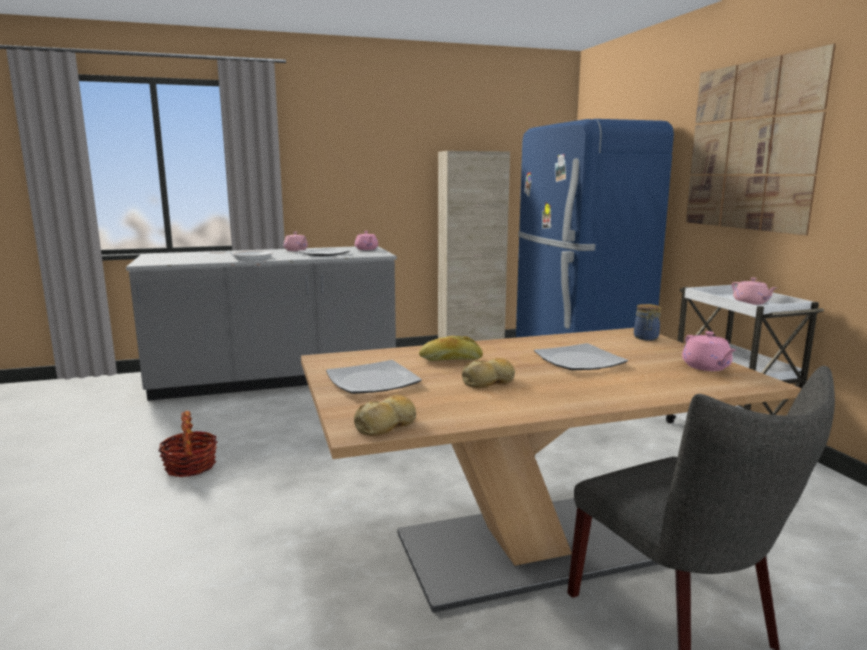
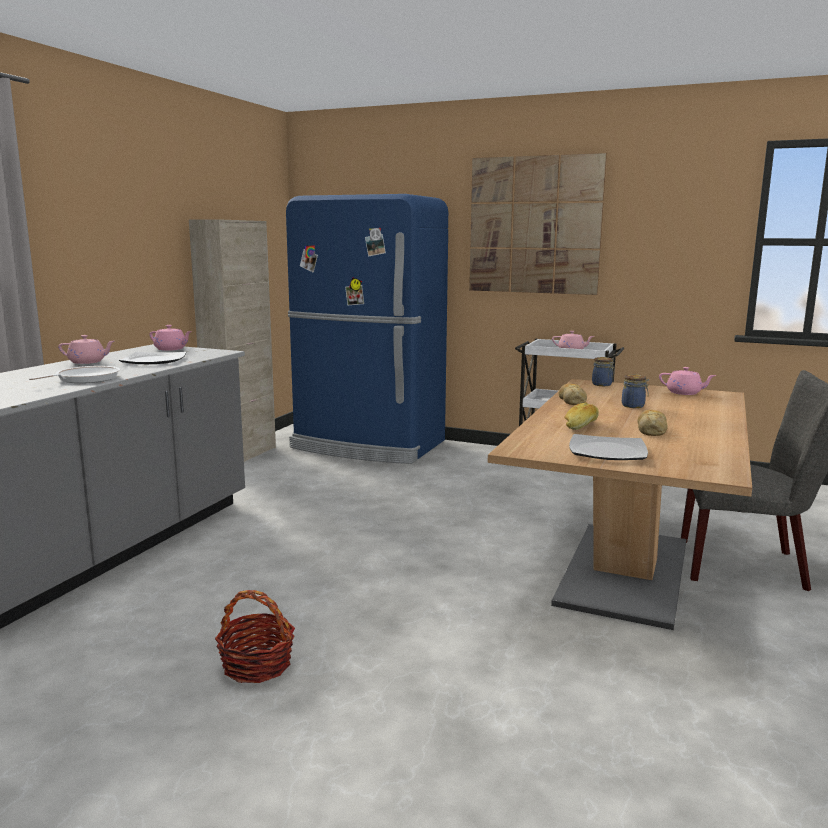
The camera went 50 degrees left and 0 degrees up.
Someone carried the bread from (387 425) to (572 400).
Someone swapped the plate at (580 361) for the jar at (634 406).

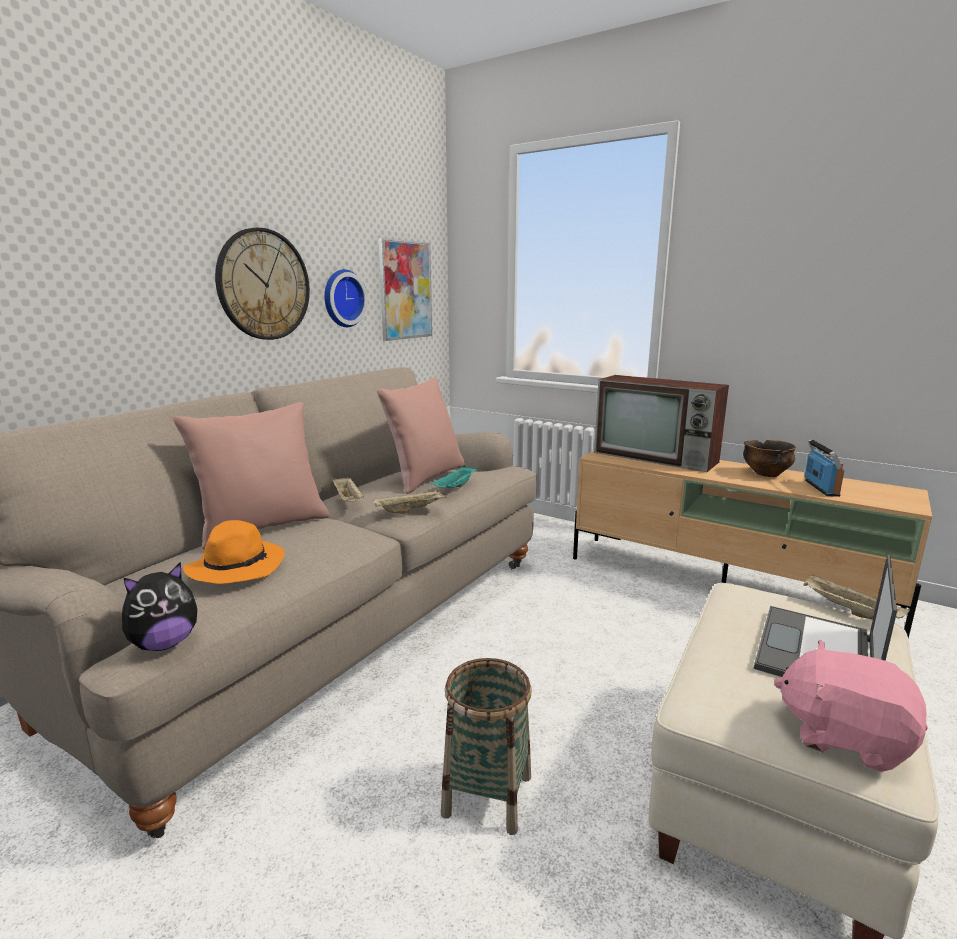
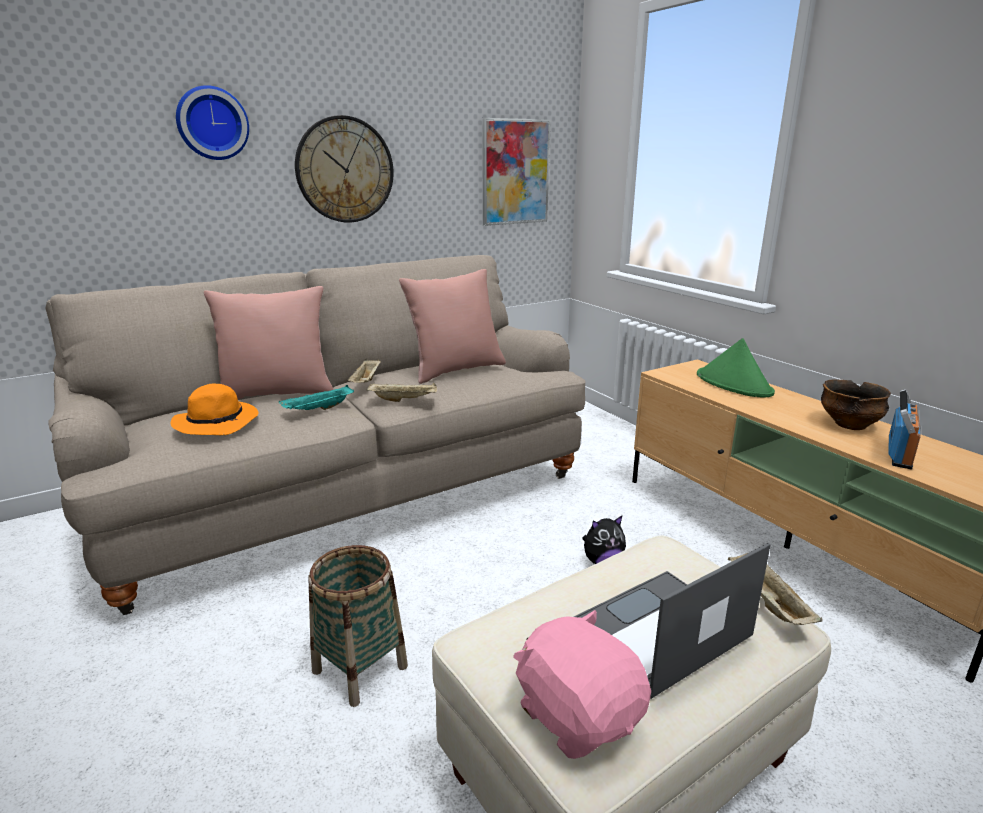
The camera went 25 degrees right and 5 degrees up.
Someone carried the plush toy from (164 644) to (602 561).
Someone carried the wall clock from (342 298) to (212 123).
Someone carried the turquoise tray from (455 488) to (318 410).
Someone swapped the television at (657 457) for the green hat at (734 384).

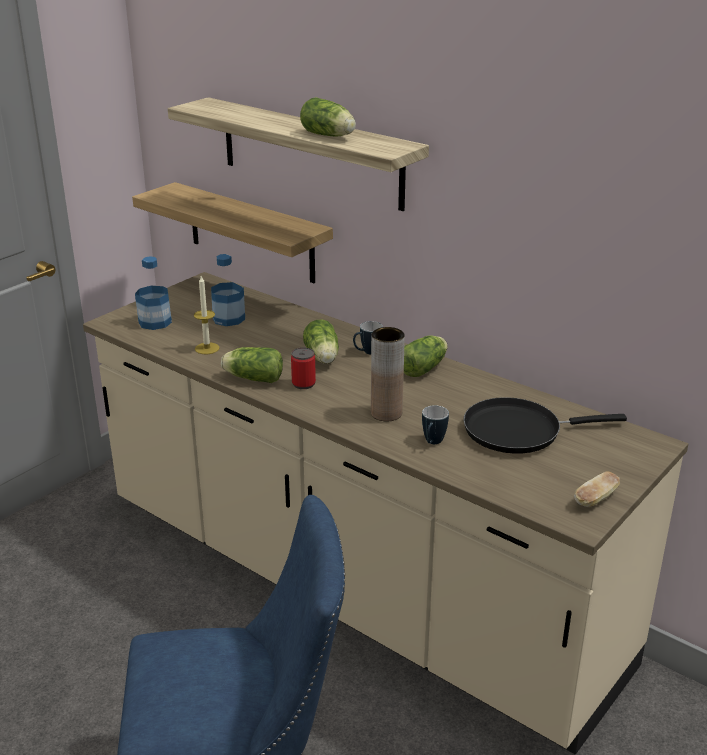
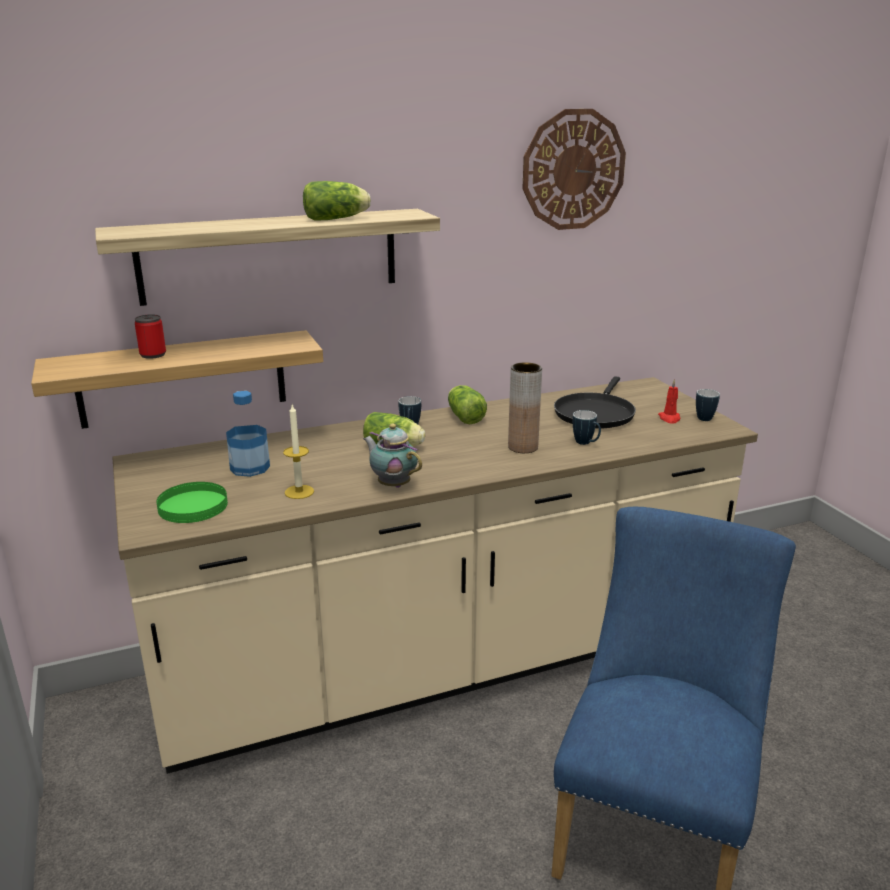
The camera went 60 degrees left and 5 degrees down.
Someone put up the wall clock at (573 170).
Someone put down the red candle at (669 418).
Someone carried the can from (303 384) to (153 355).
Someone swapped the bottle at (155 322) for the green plate at (193 506).
Someone swapped the lettuce at (252 378) for the teapot at (392 484).
Someone swapped the bread at (595 499) for the mug at (703 417).

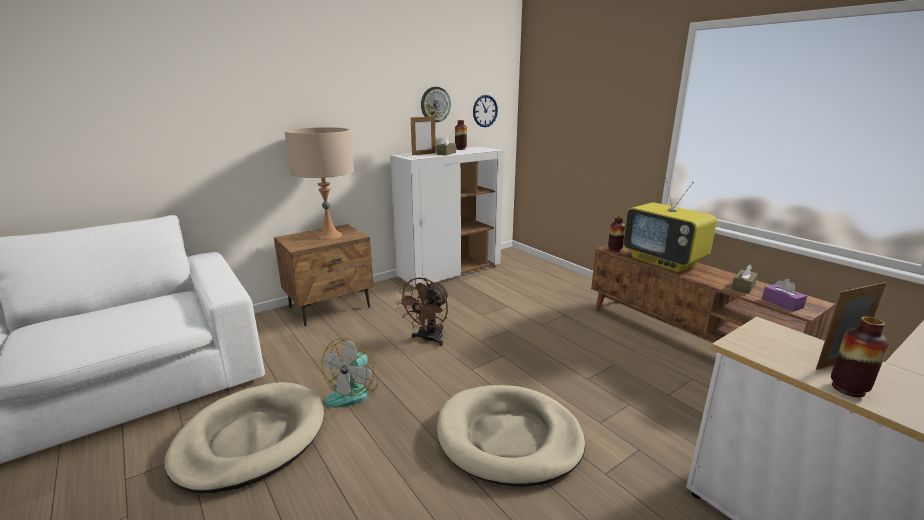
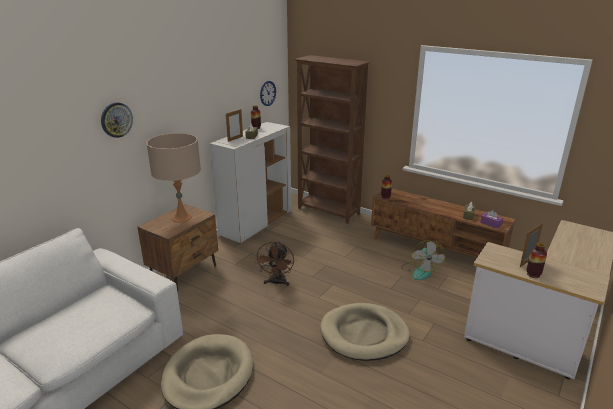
The camera went 20 degrees left and 5 degrees up.
Someone took away the television at (664 261).
Someone put down the brown bookcase at (328 211).
Someone carried the fan from (353 391) to (420 271).
Someone carried the wall clock from (435 104) to (116 120).

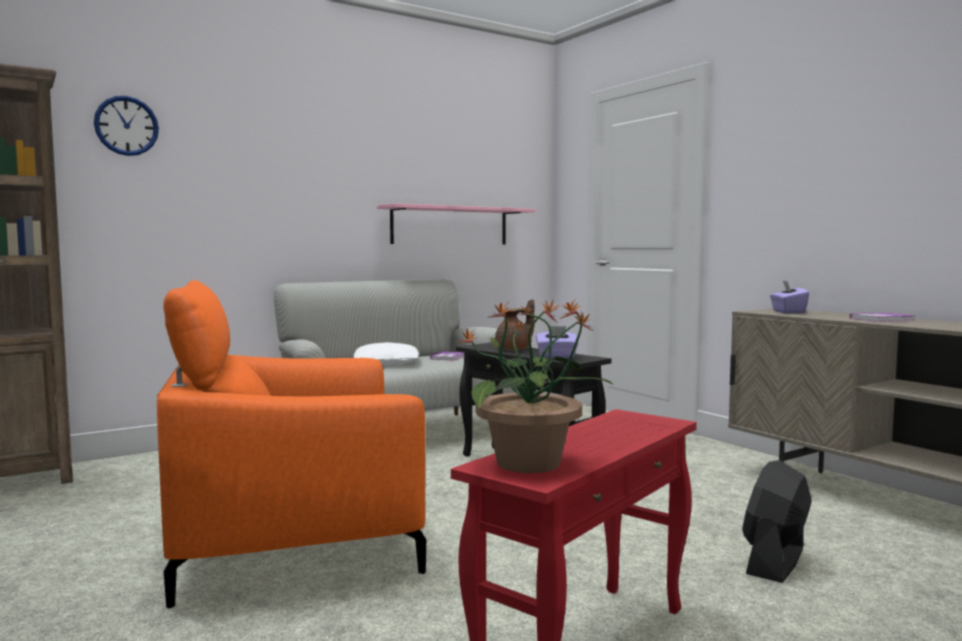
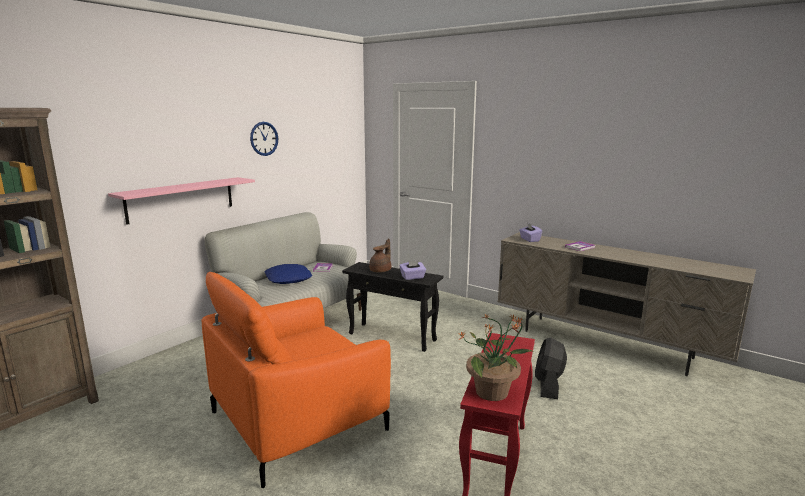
The camera went 20 degrees left and 10 degrees up.
Someone carried the wall clock from (126 126) to (264 138).
Someone carried the pink shelf from (450 226) to (181 199).
Someone repainted the white pillow at (387 363), which became the blue pillow at (288 279).

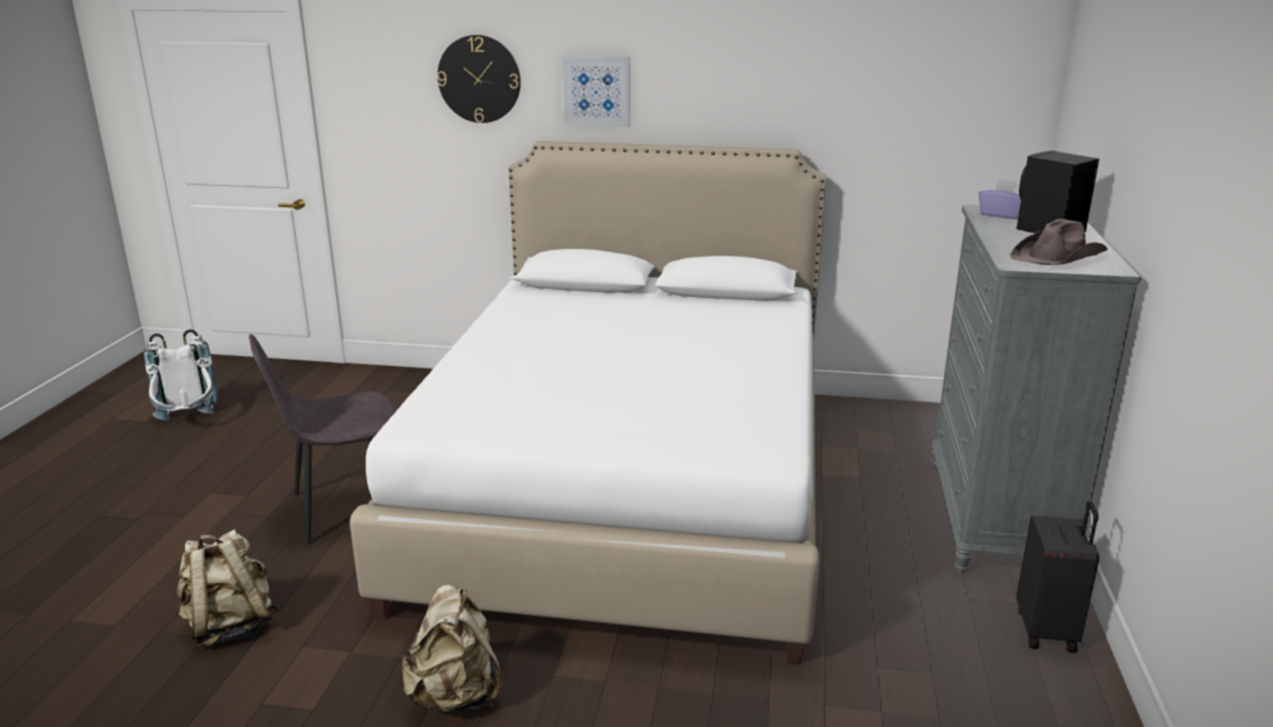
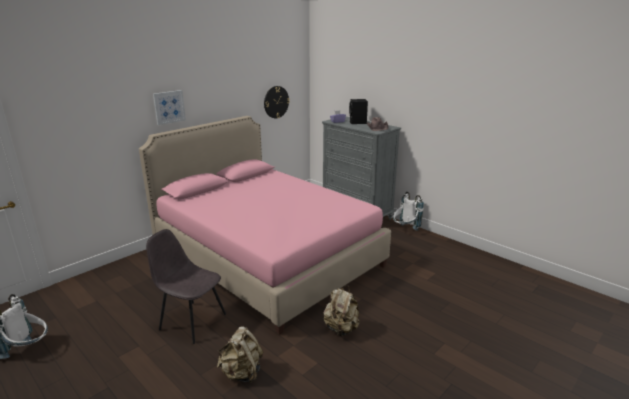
The camera went 55 degrees left and 0 degrees up.
Someone carried the wall clock from (479 79) to (276 102).
Someone swapped the black suitcase at (1047 630) for the white backpack at (405 230).
Someone repainted the white bed at (629 487), which became the pink bed at (267 256).
Someone rotated the grey chair at (343 509) by 105 degrees clockwise.

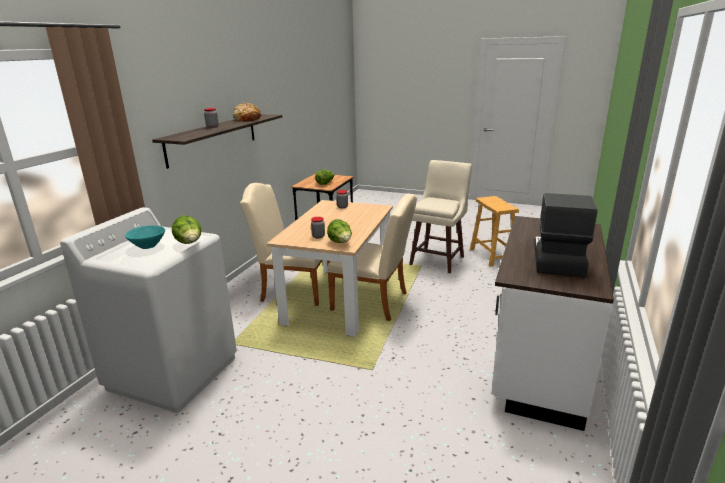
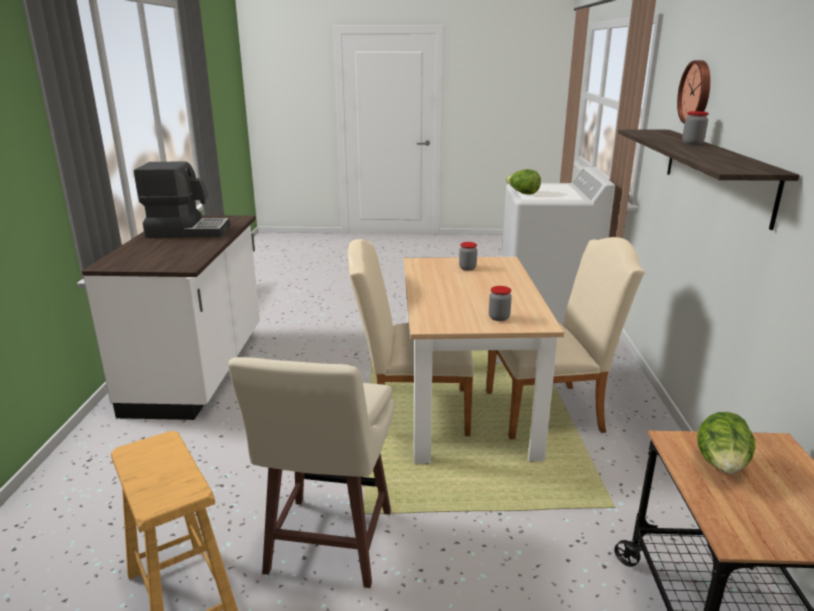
The camera went 160 degrees right and 0 degrees up.
Someone took away the turquoise bowl at (148 246).
Someone took away the bread at (247 119).
Someone took away the lettuce at (340 243).
Someone put up the wall clock at (696 92).
Someone rotated the coffee machine at (556 259) by 90 degrees counterclockwise.

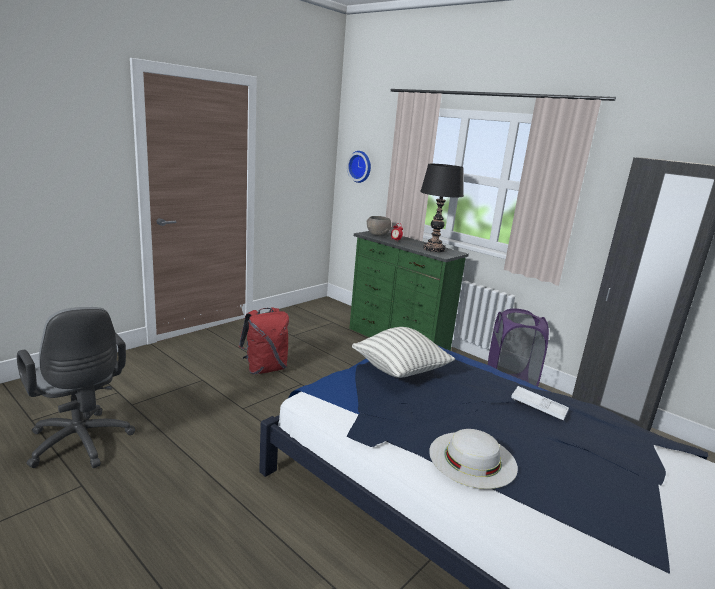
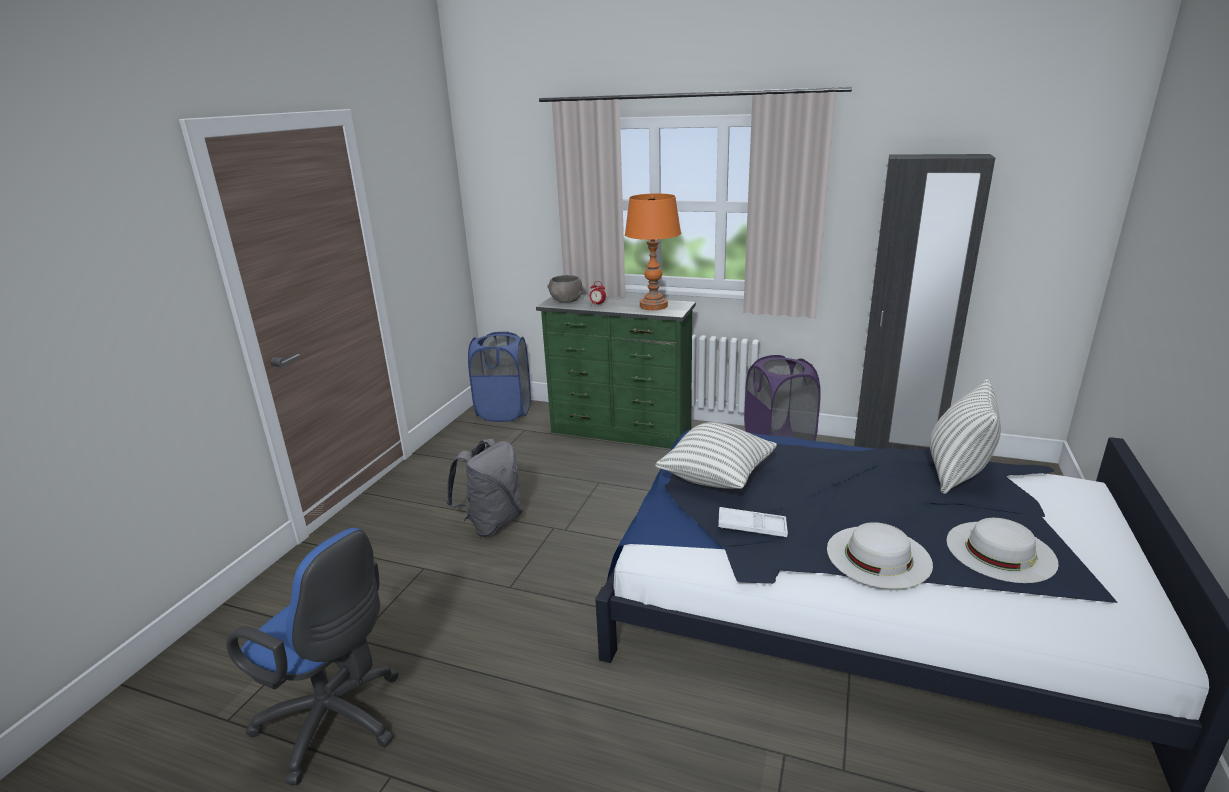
The camera went 20 degrees left and 5 degrees up.
Someone took away the wall clock at (360 166).
Someone put down the blue laundry basket at (504 412).
Someone put down the pillow at (956 473).
Someone put down the white hat at (1000 551).
Someone carried the white tray from (538 406) to (752 527).
Someone repainted the grey office chair at (81 444), which became the blue office chair at (337 722).
Someone repainted the red backpack at (265 368), which became the grey backpack at (492 523).
Someone repainted the black table lamp at (434 249), which became the orange table lamp at (653 306).

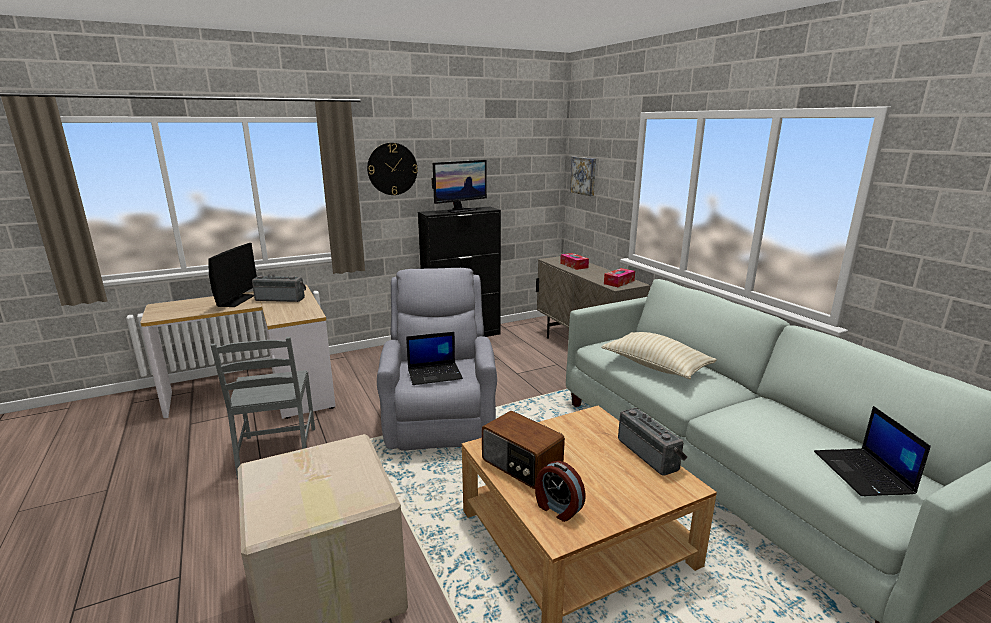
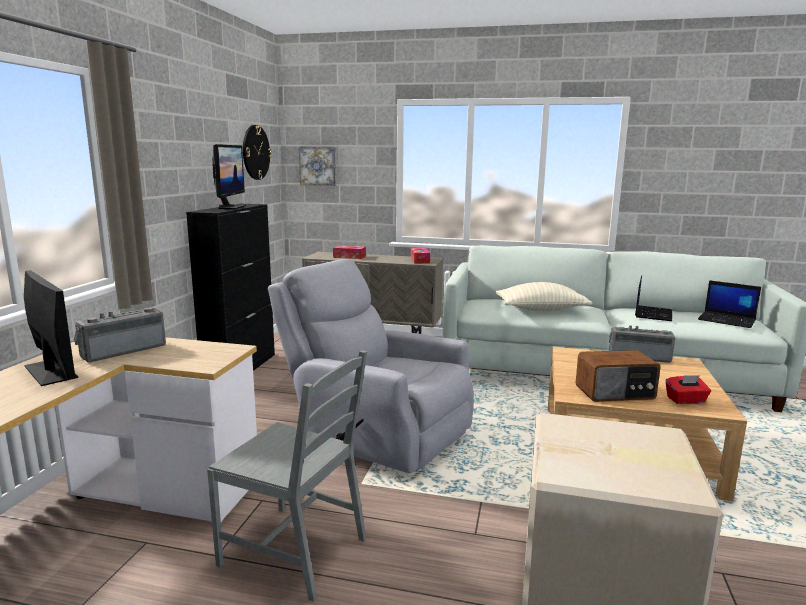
The camera went 50 degrees left and 5 degrees down.
Someone carried the wall clock from (392 169) to (255 152).
Someone carried the laptop from (435 374) to (652 313).
Someone swapped the alarm clock at (557 508) for the red tissue box at (686 400).

